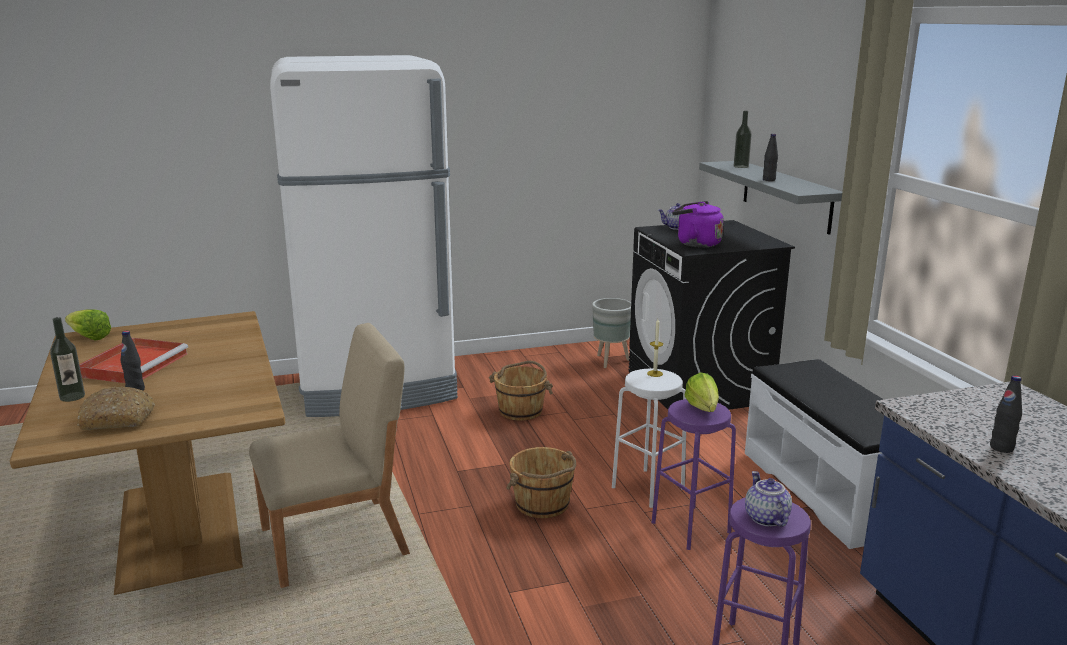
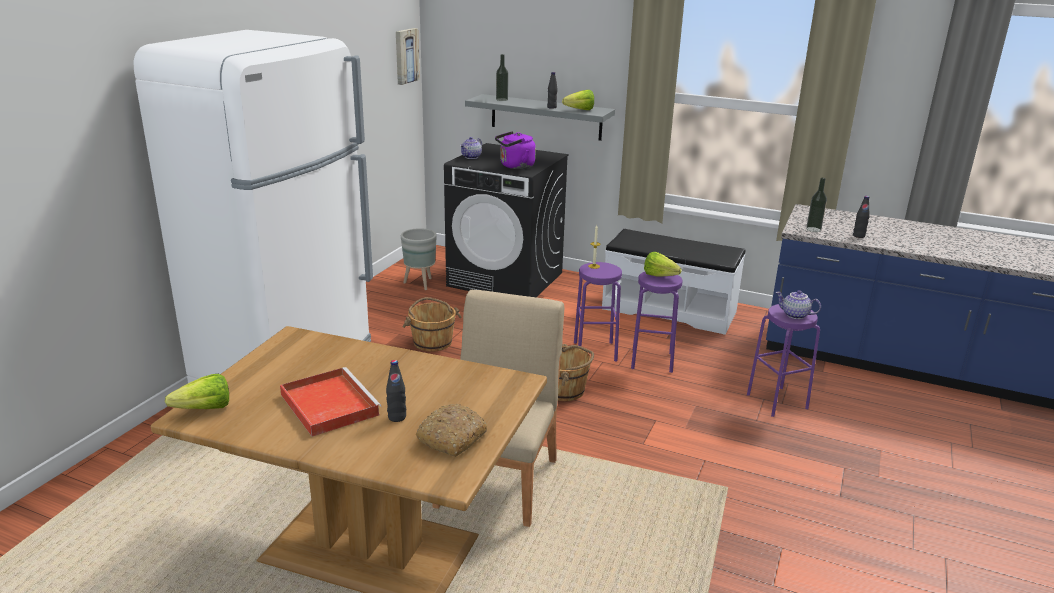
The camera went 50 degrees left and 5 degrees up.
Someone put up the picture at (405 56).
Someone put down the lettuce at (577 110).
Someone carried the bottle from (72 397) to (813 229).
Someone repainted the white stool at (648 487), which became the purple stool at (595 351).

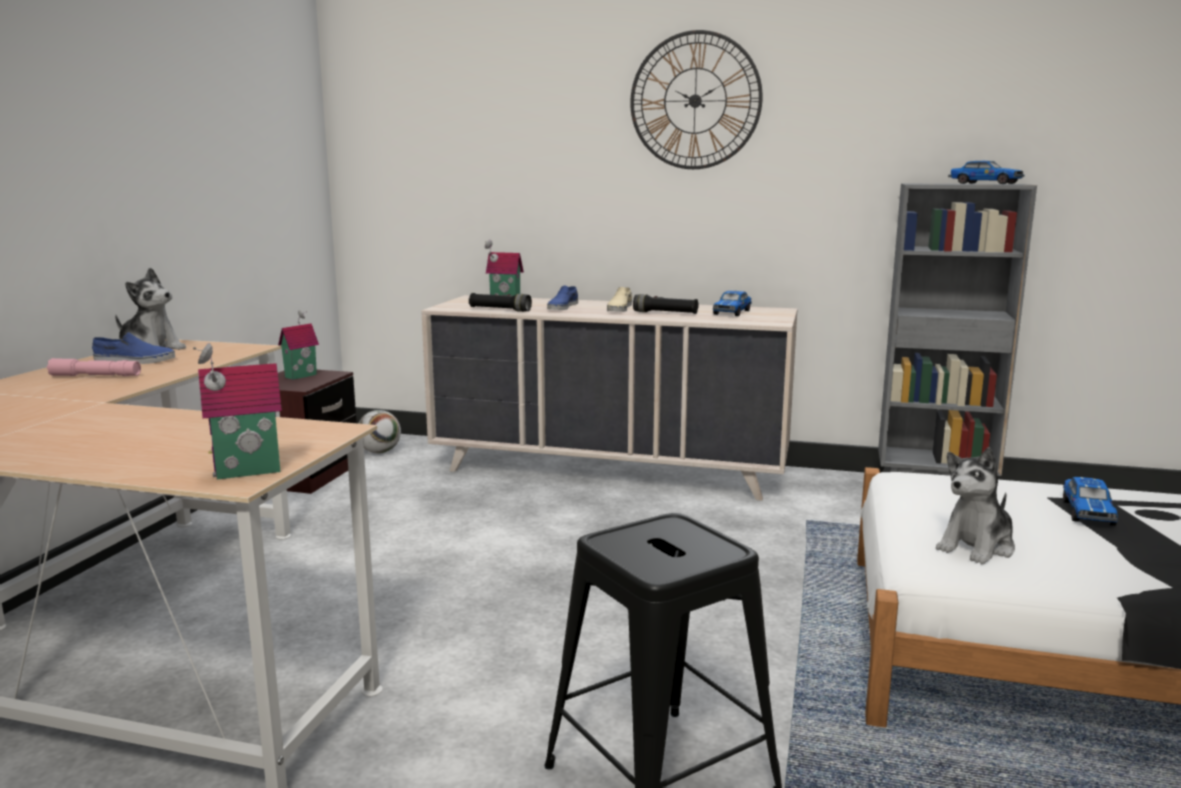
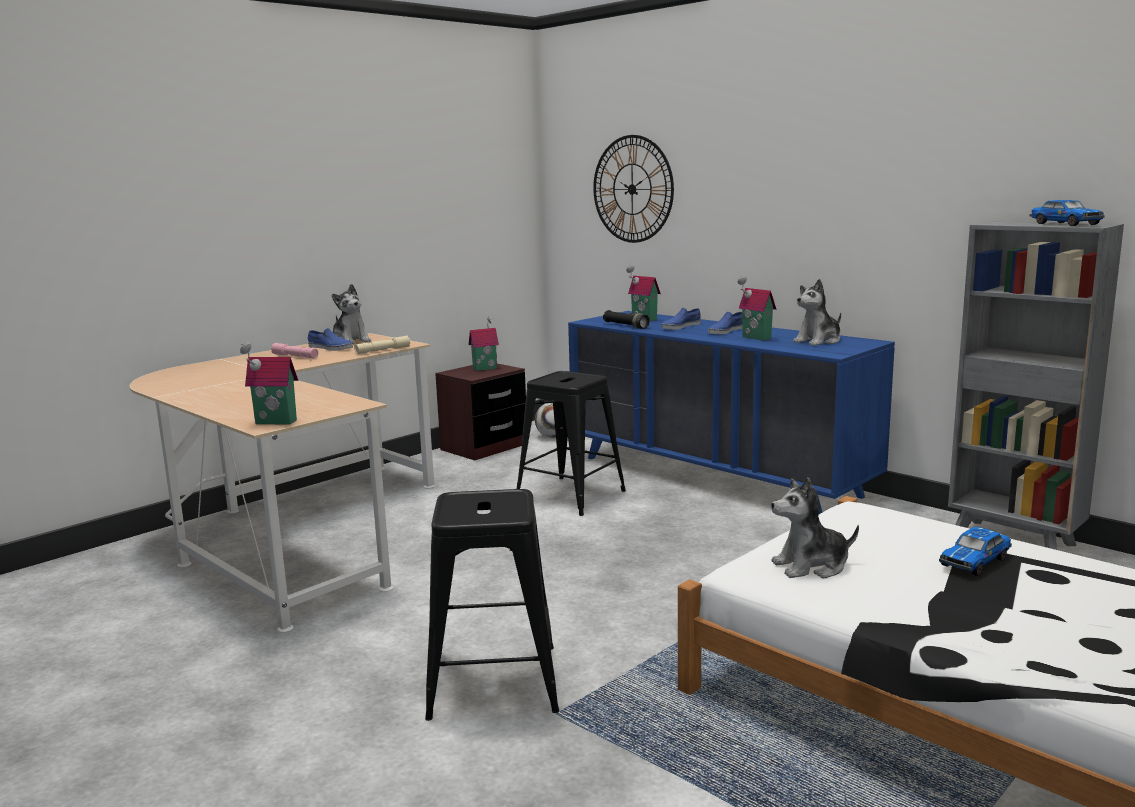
The camera went 30 degrees right and 0 degrees up.
Someone put down the beige flashlight at (382 350).
Someone put down the black stool at (570 495).
Someone carried the wall clock from (695 101) to (632 189).
Someone swapped the black flashlight at (665 313) for the toy house at (755 338).
Someone swapped the toy car at (732 312) for the plush toy at (818 341).
Someone repainted the beige dresser at (610 470), which became the blue dresser at (717 476).
Someone repainted the beige shoe at (619 308), which became the blue shoe at (725 331).

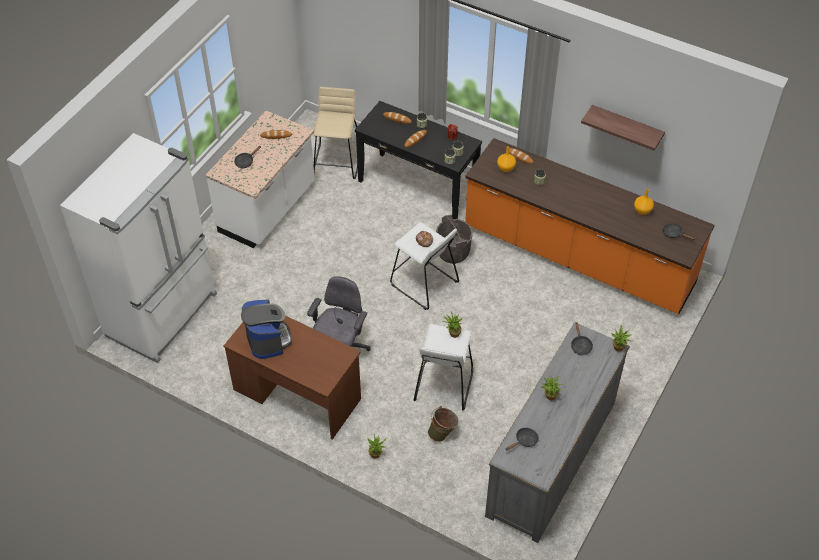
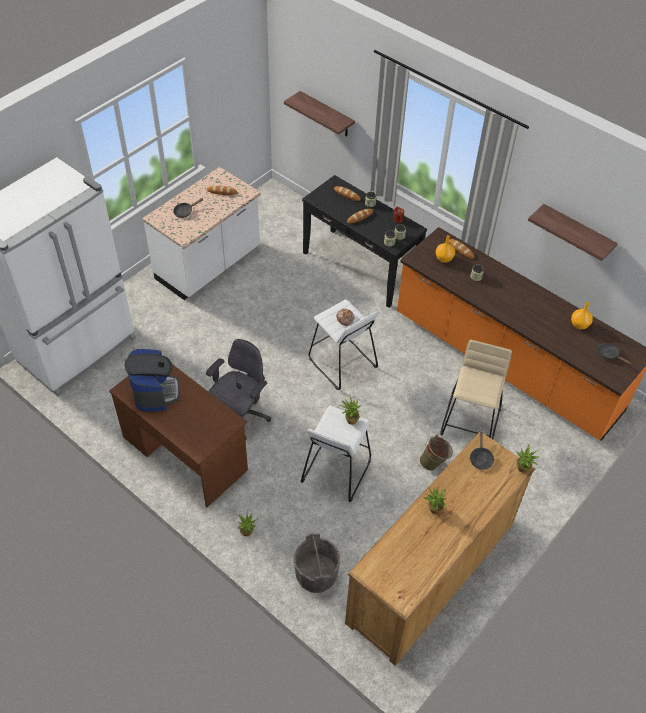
The camera went 10 degrees right and 0 degrees up.
Someone took away the black frying pan at (524 441).
Someone put up the shelf at (326 115).
Someone carried the beige stool from (337 161) to (471 421).
Someone carried the green bucket from (443 434) to (434 463).
Someone carried the grey bucket from (453 252) to (316 575).
Someone repainted the grey dresser at (551 458), which became the brown dresser at (431 572).

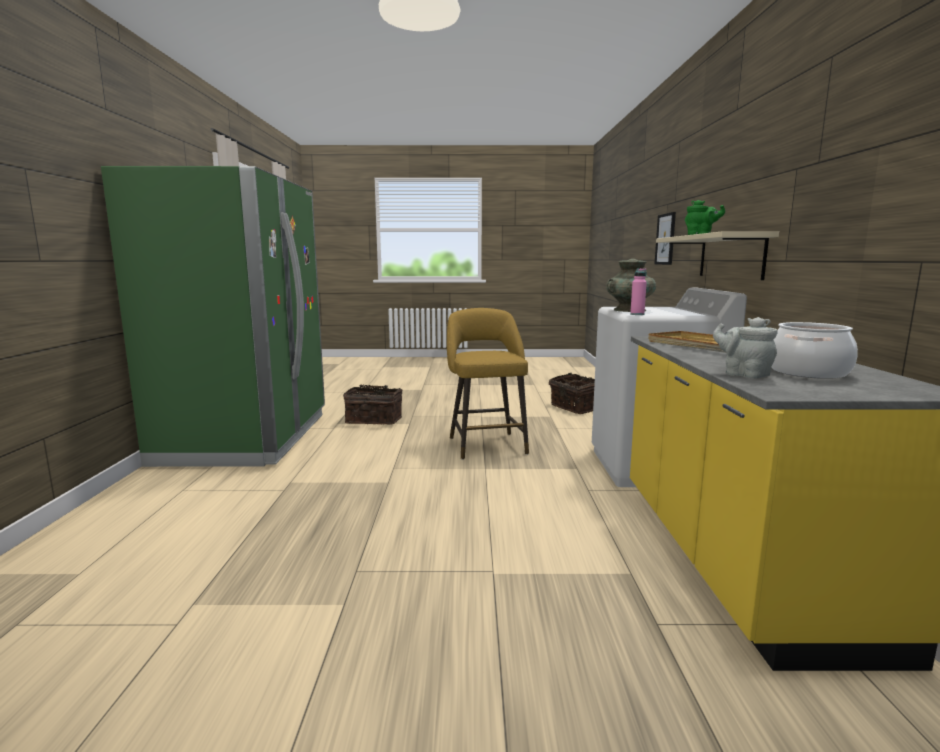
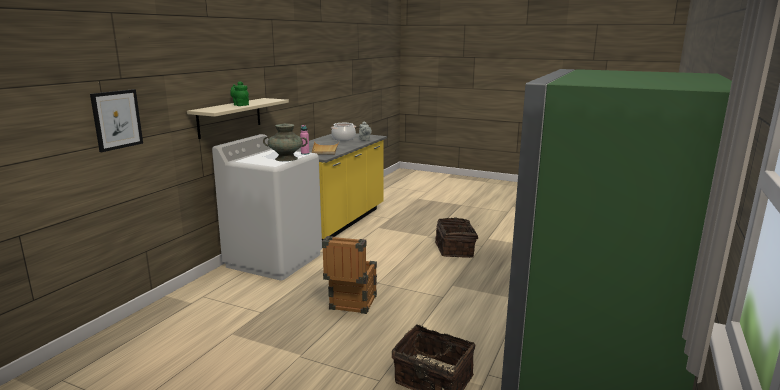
The camera went 155 degrees left and 5 degrees up.
Someone carried the basket from (576 407) to (455 250).
Someone swapped the yellow stool at (486 444) for the crate at (351 305).

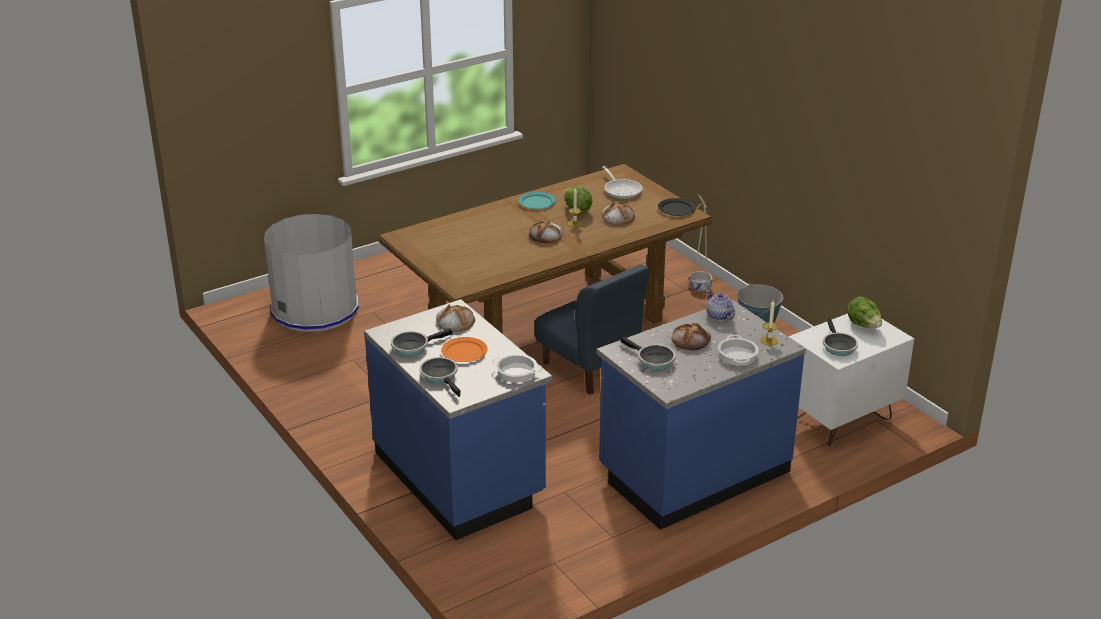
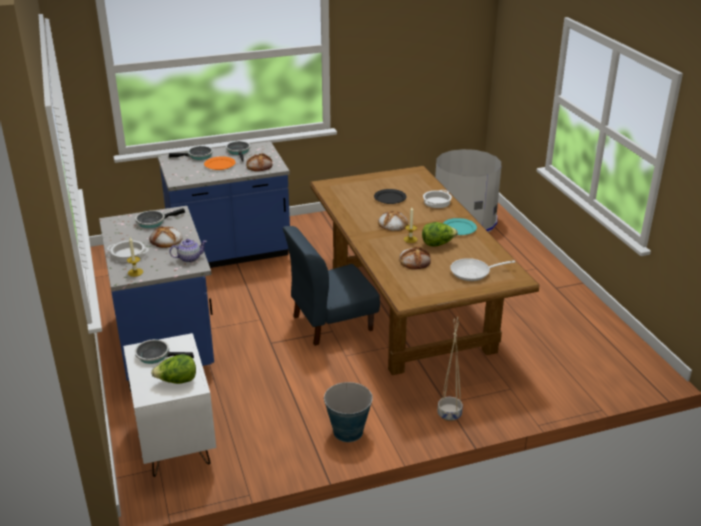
The camera went 105 degrees right and 0 degrees up.
Someone carried the cooking pot from (516 372) to (436 202).
Someone carried the black plate from (676 209) to (390 198).

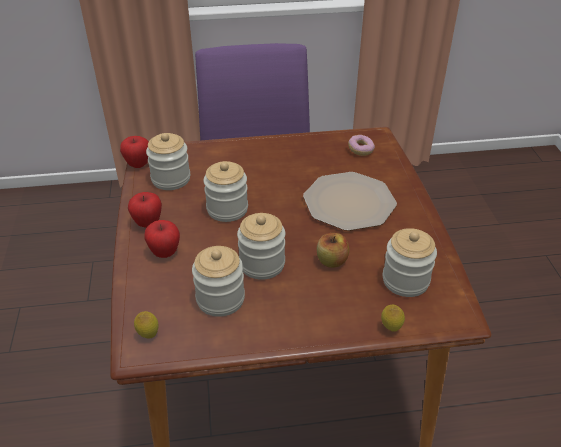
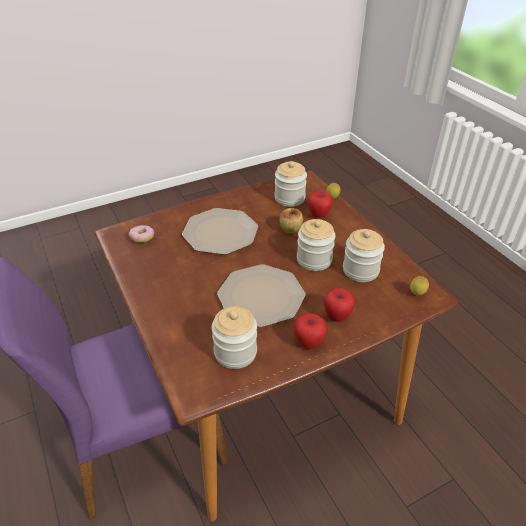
The camera went 110 degrees left and 0 degrees up.
Someone carried the apple from (138 164) to (319 215).
Someone swapped the jar at (227 209) for the plate at (262 296).

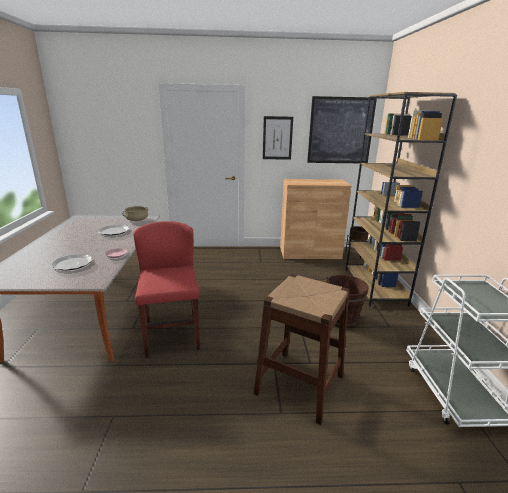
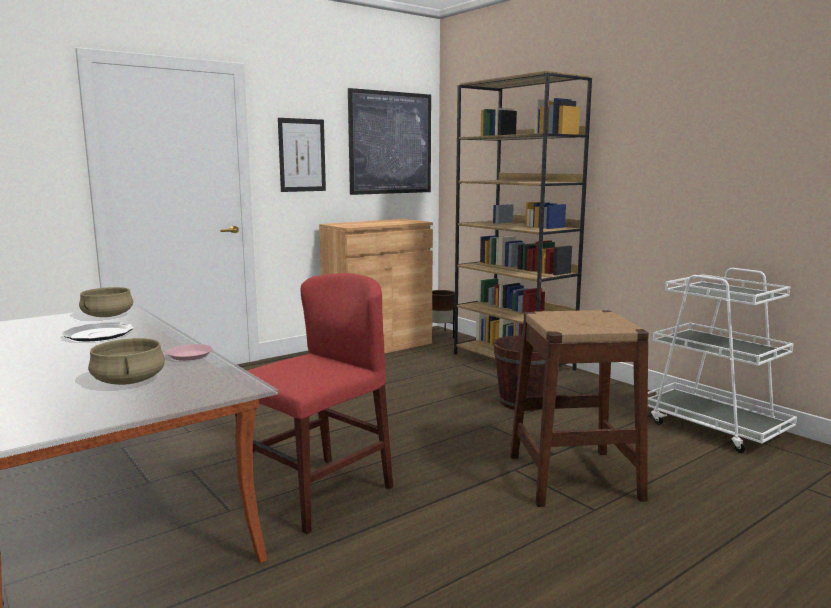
The camera went 35 degrees left and 10 degrees down.
Someone swapped the plate at (72 264) for the beige cooking pot at (128 381).
Someone rotated the red chair at (172 334) by 90 degrees clockwise.

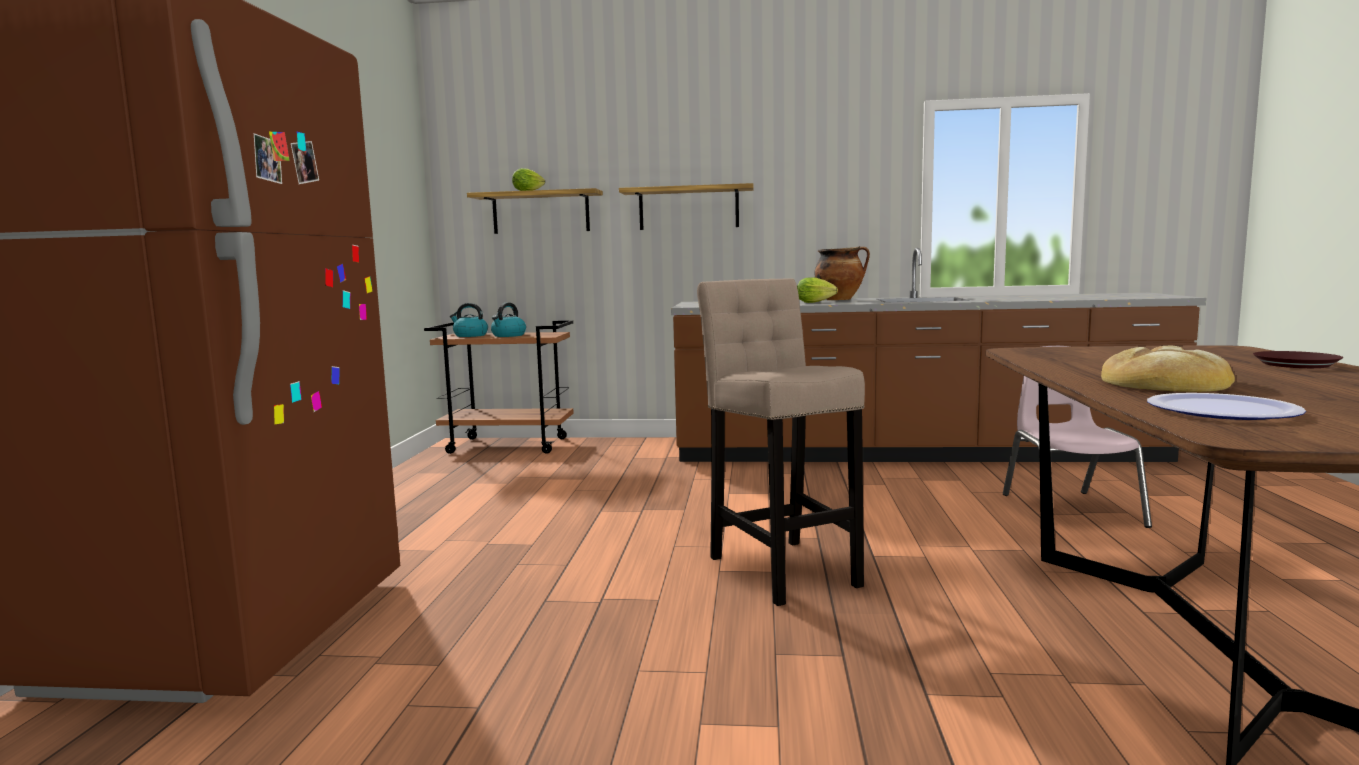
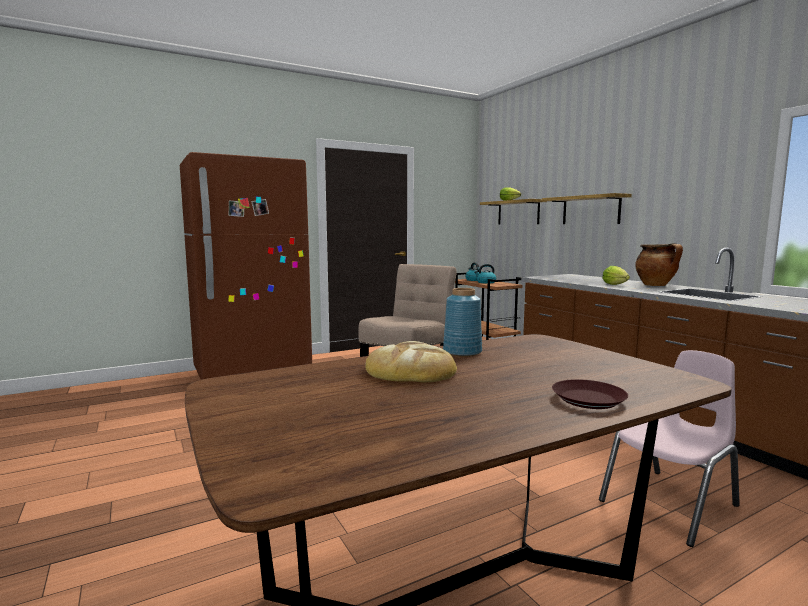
The camera went 55 degrees right and 0 degrees up.
Someone took away the plate at (1222 410).
Someone put down the blue vase at (461 352).

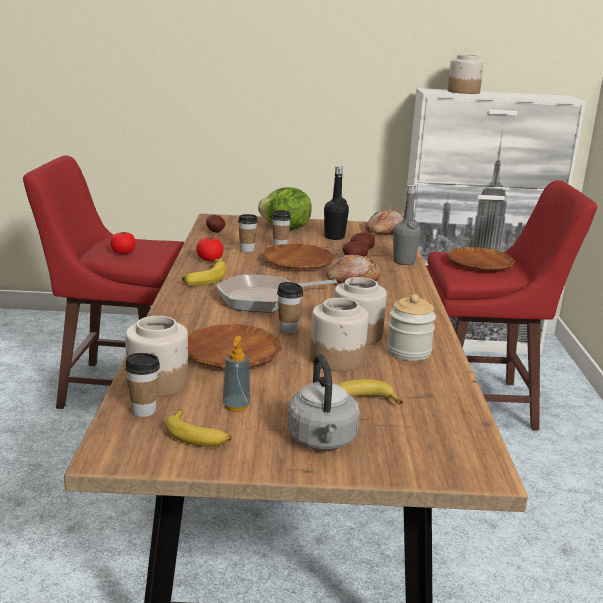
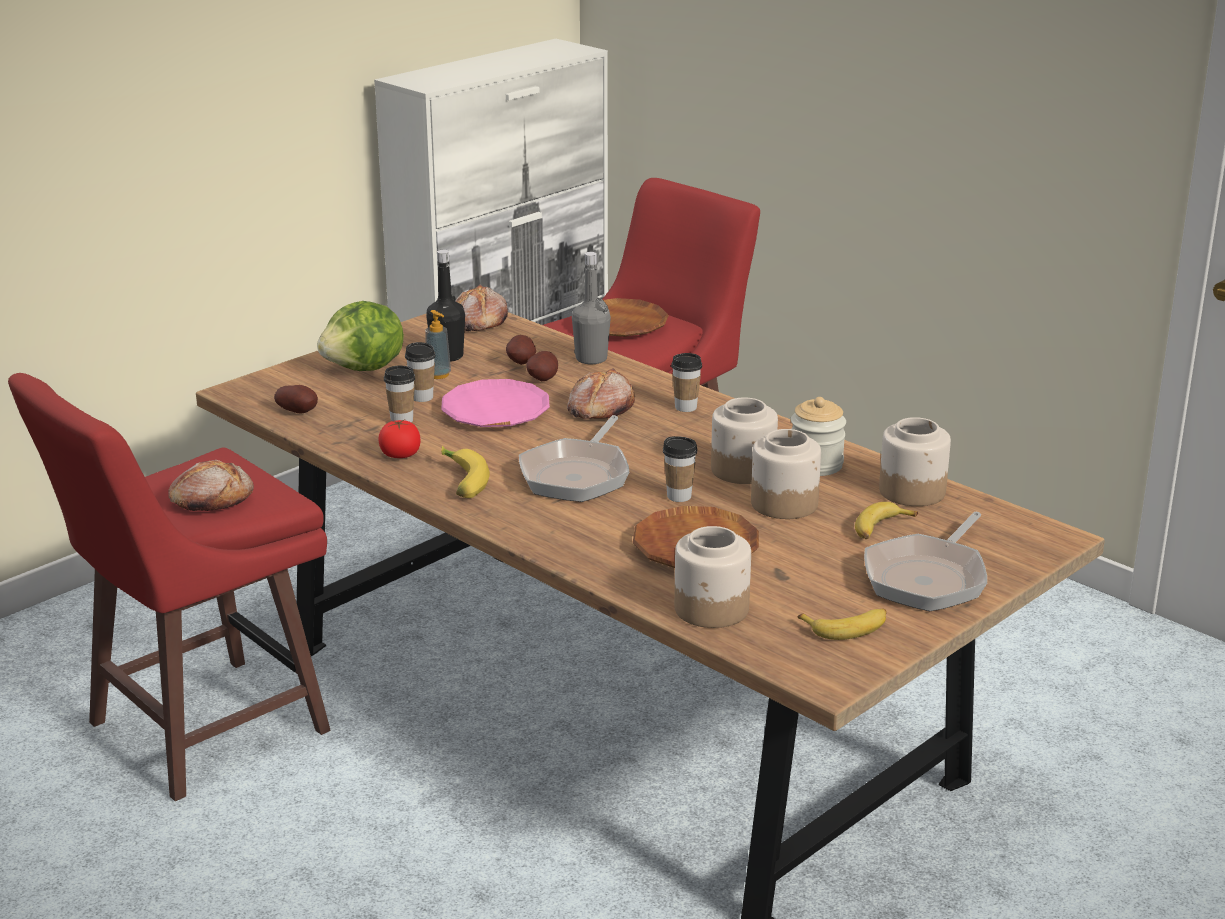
The camera went 45 degrees left and 5 degrees up.
Someone carried the cup from (143 411) to (685 407).
Someone carried the soap dispenser from (236 406) to (438 375).
Someone carried the jar from (464 92) to (912 491).
Someone swapped the tomato at (123 252) for the bread at (211 499).
Someone swapped the grey kettle at (322 441) for the frying pan at (928 578).
Someone repainted the brown plate at (297 262), which became the pink plate at (495 411).

